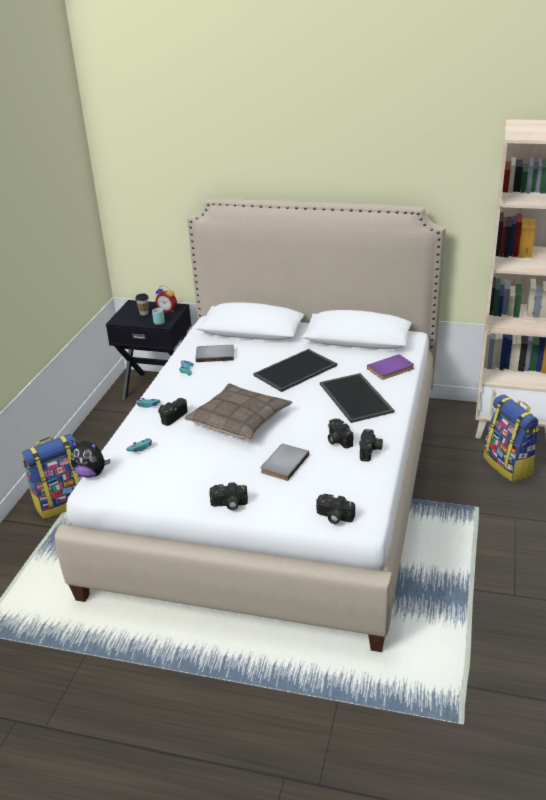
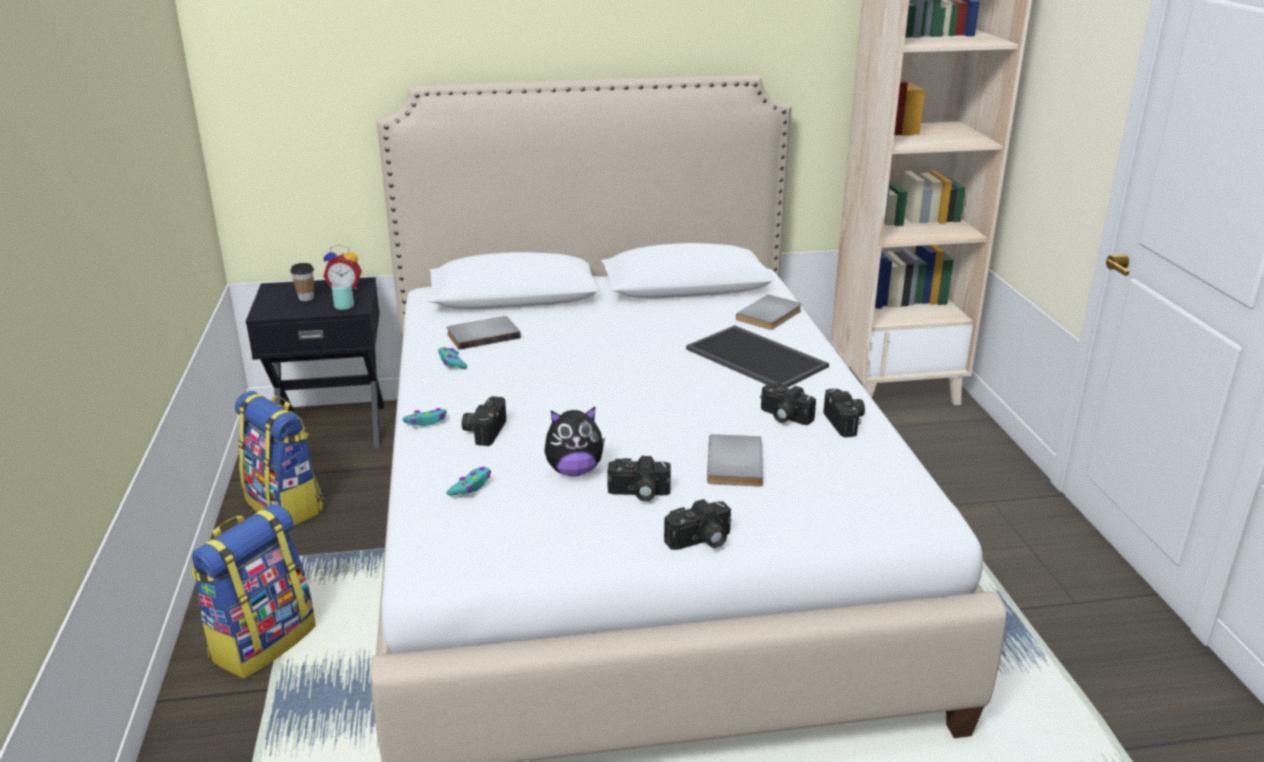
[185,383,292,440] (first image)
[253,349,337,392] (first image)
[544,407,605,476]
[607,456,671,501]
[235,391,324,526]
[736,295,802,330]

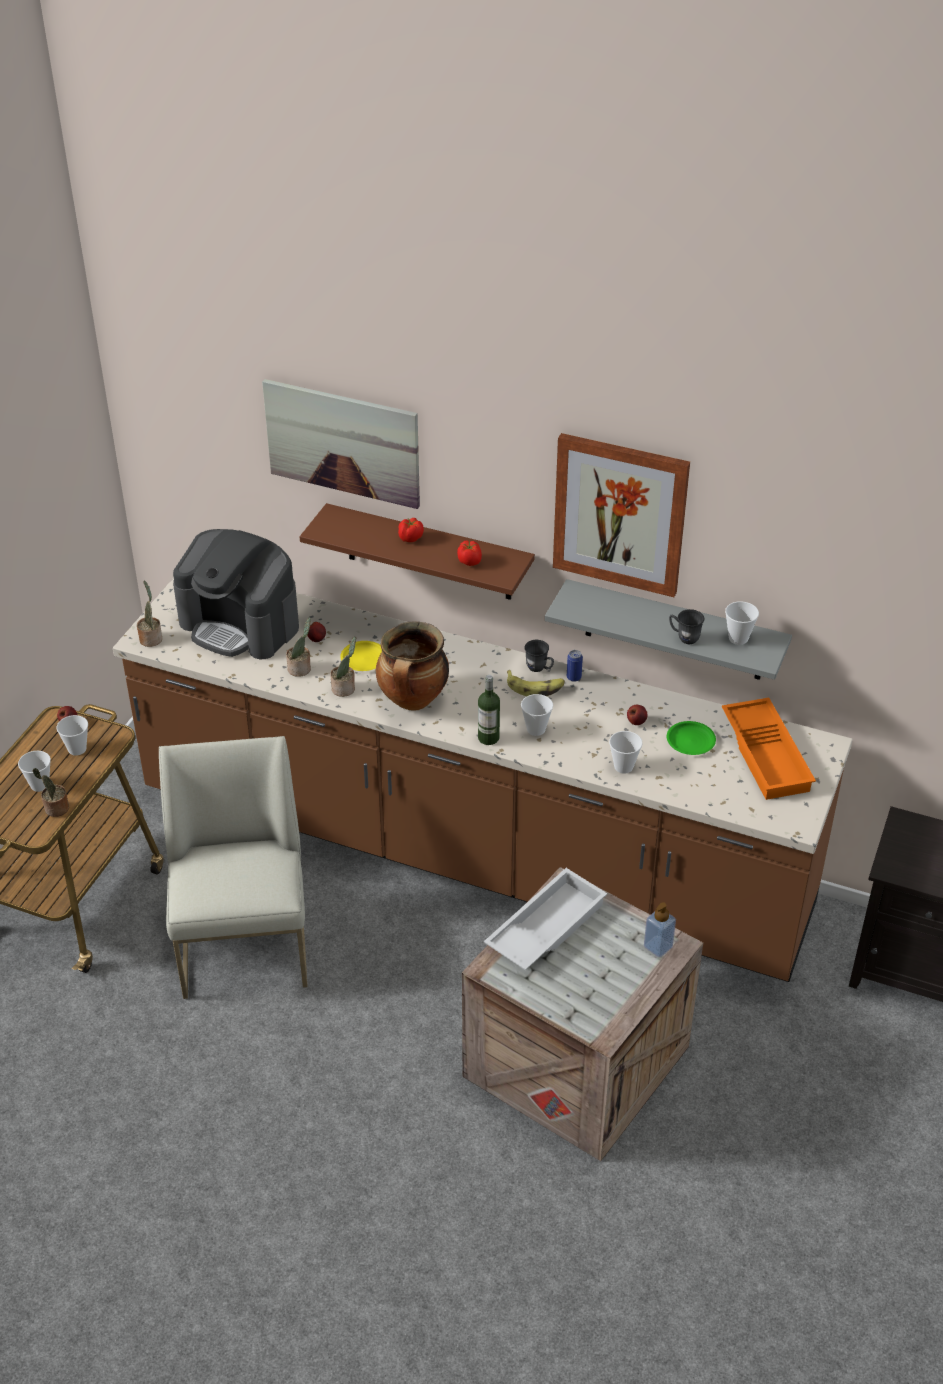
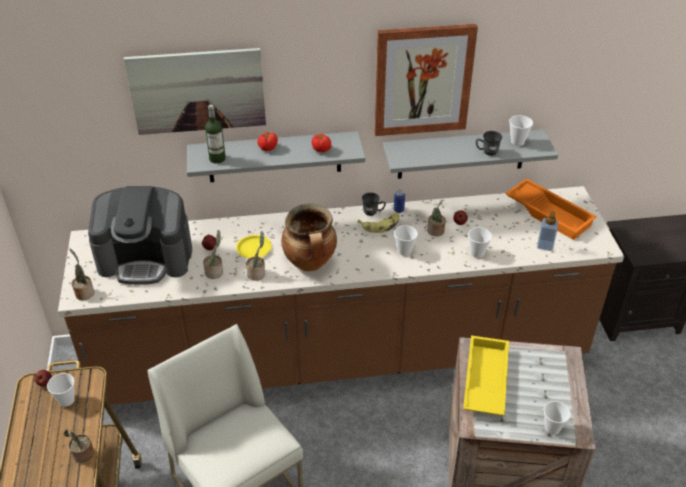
[667,721,716,755] (first image)
[427,200,446,236]
[544,401,571,435]
[205,105,226,164]
[537,211,558,251]
[187,131,366,182]
[463,335,509,416]

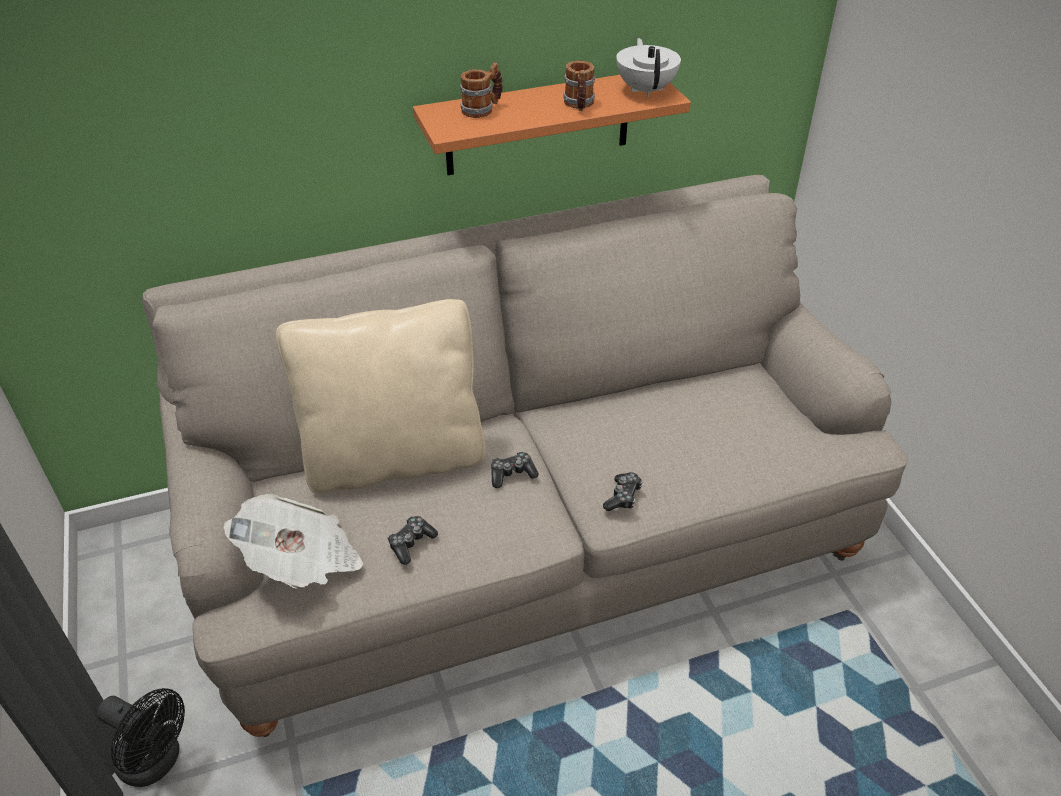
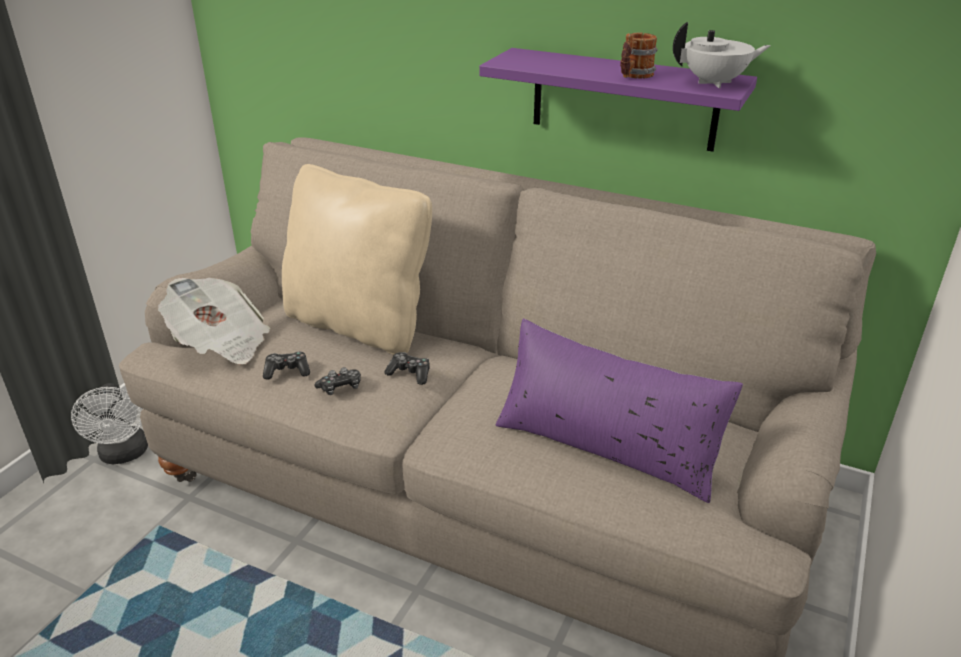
[460,62,503,118] (first image)
[495,319,743,503]
[314,367,361,395]
[71,383,148,464]
[479,48,757,152]
[673,22,771,88]

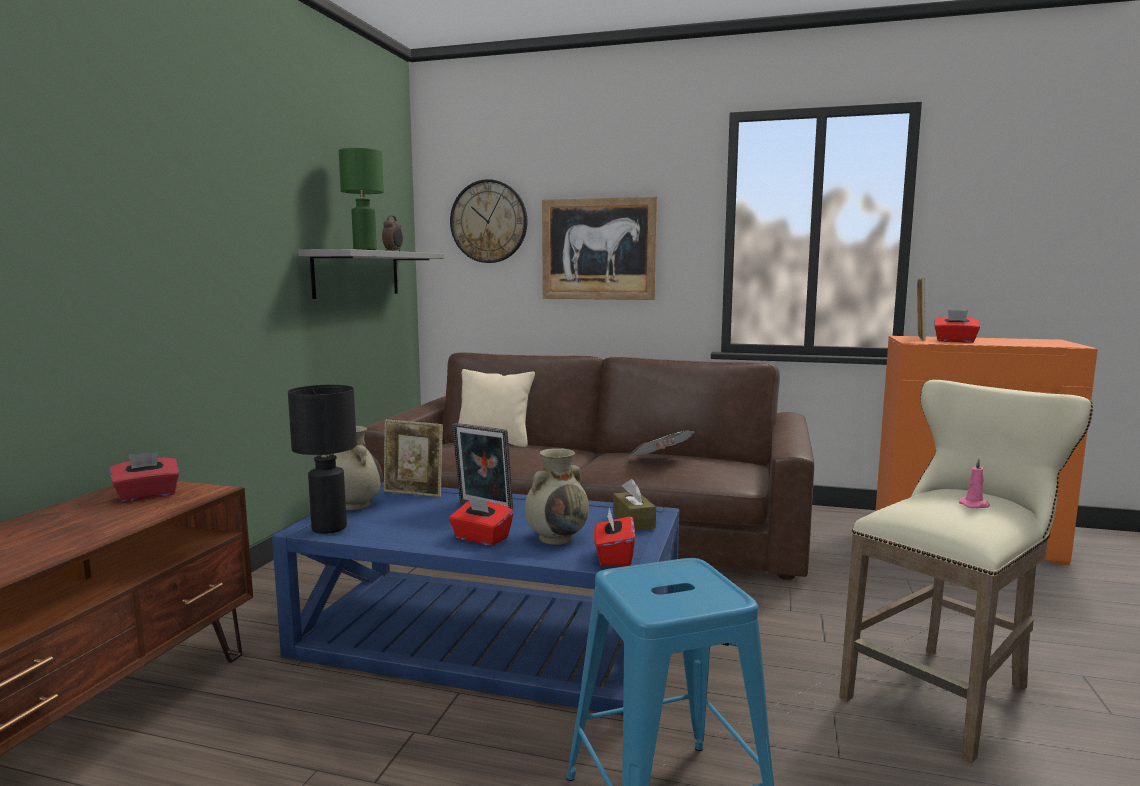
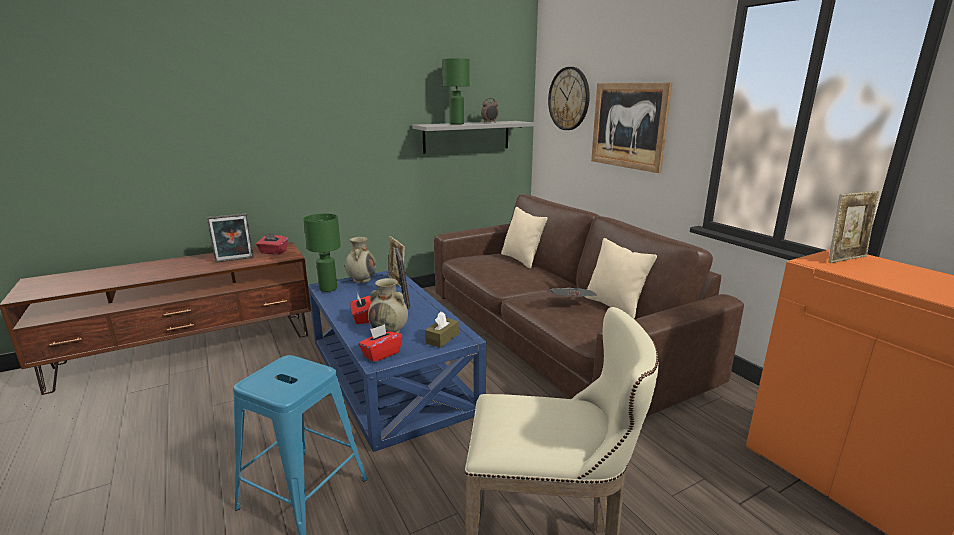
[934,310,980,343] (first image)
[959,458,990,508] (first image)
[207,213,254,263]
[584,238,657,319]
[303,214,341,292]

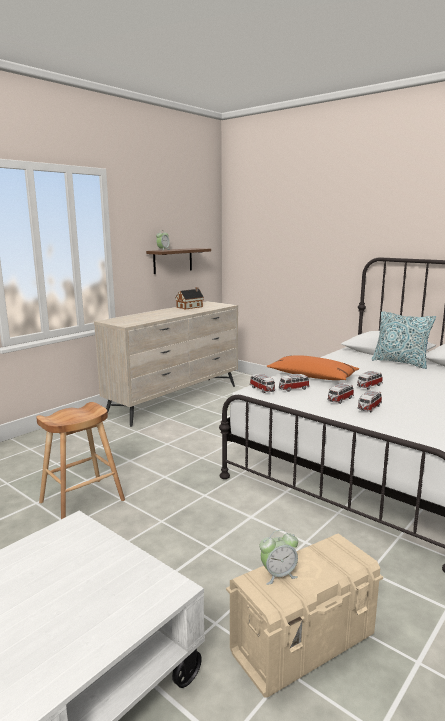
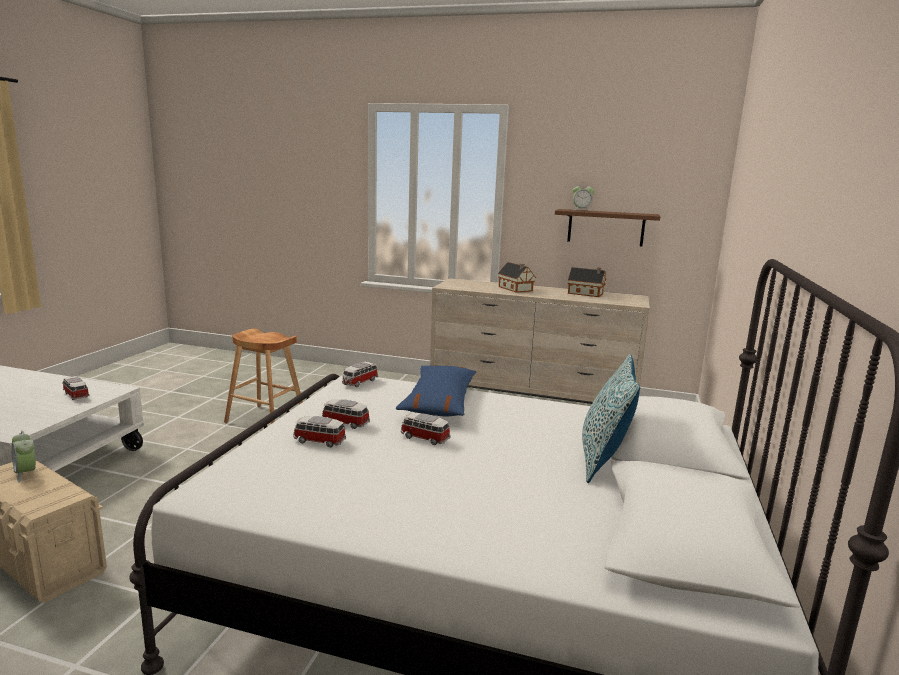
[498,262,536,293]
[62,376,90,400]
[396,365,477,416]

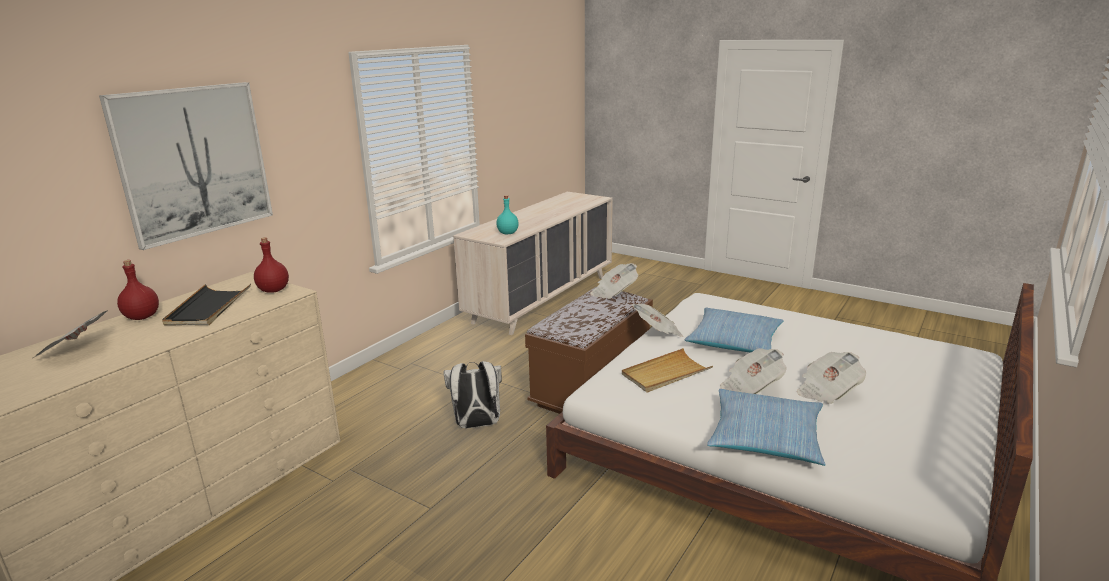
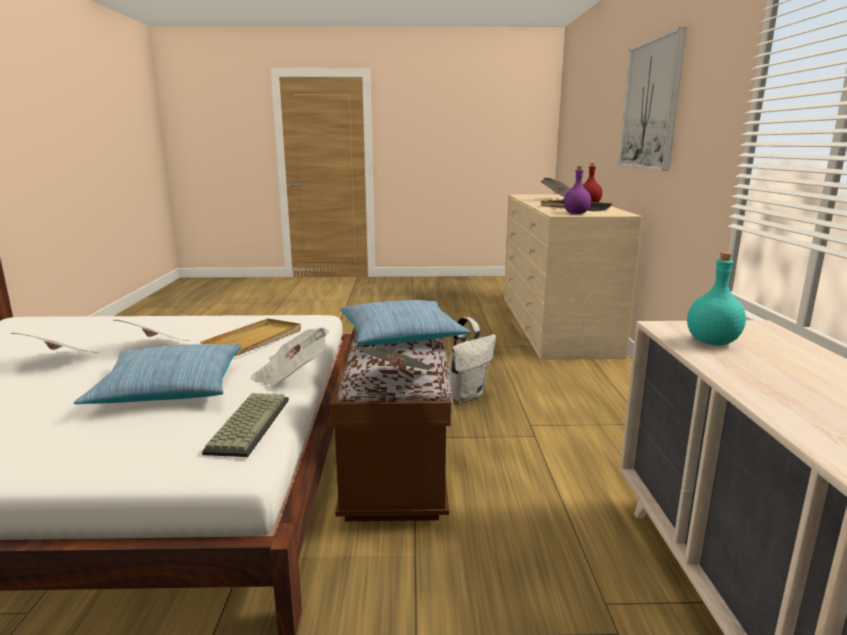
[202,393,289,457]
[340,300,471,345]
[563,166,591,214]

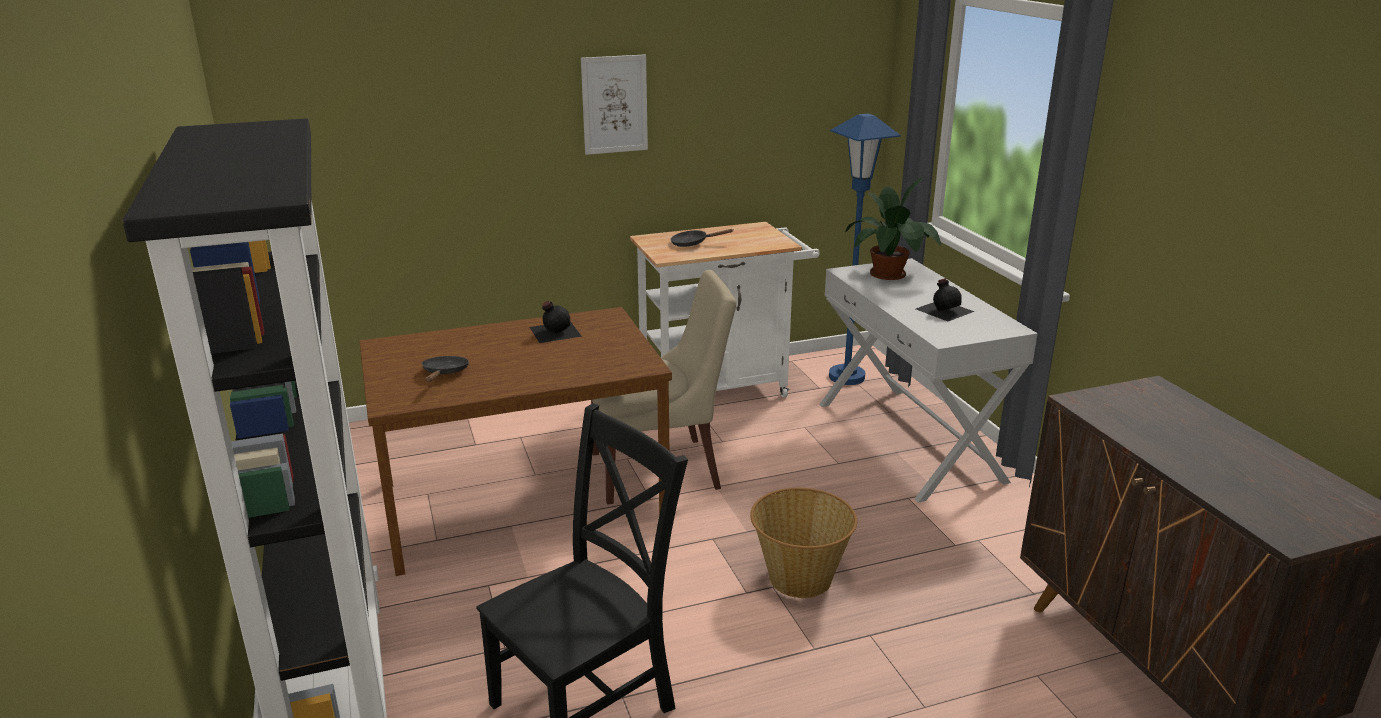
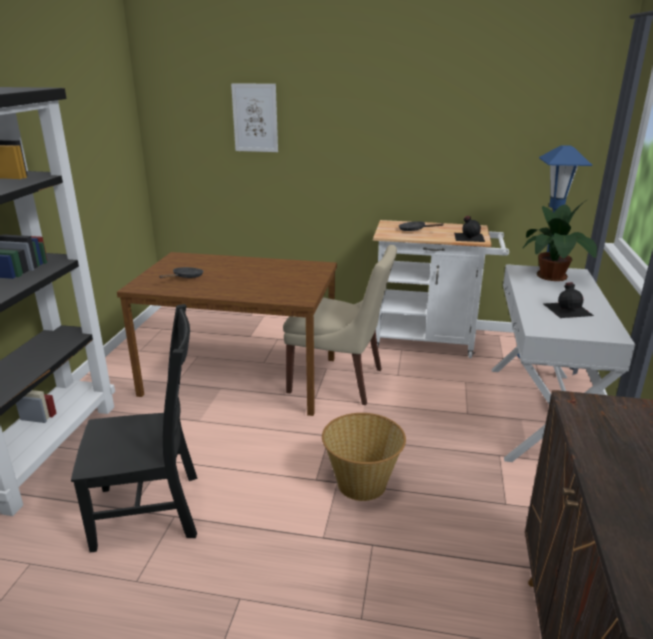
[454,216,485,242]
[231,83,278,152]

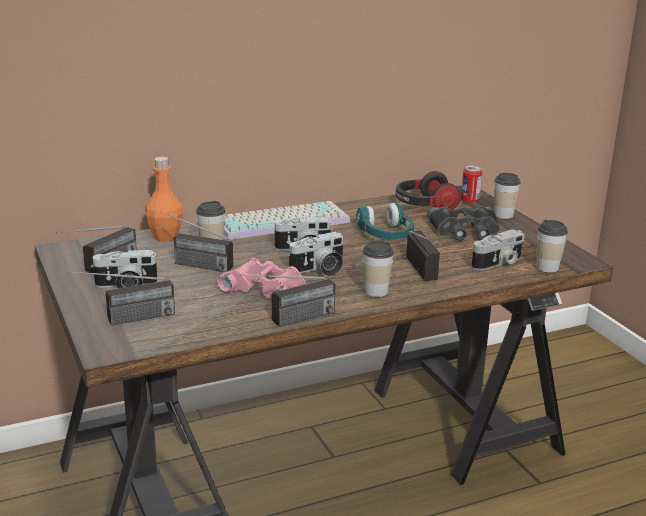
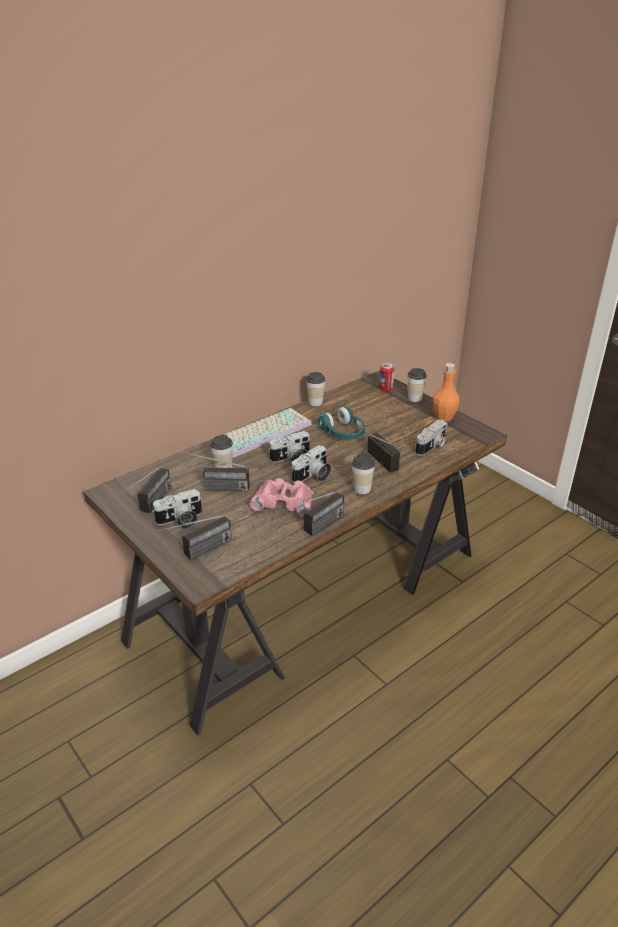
[396,171,460,210] (first image)
[427,206,500,241] (first image)
[433,363,459,422]
[306,372,325,406]

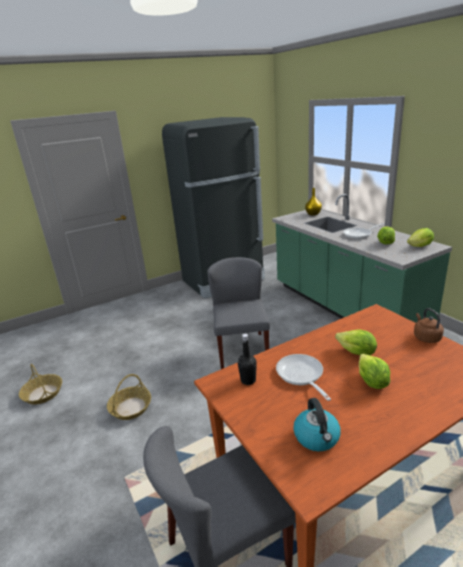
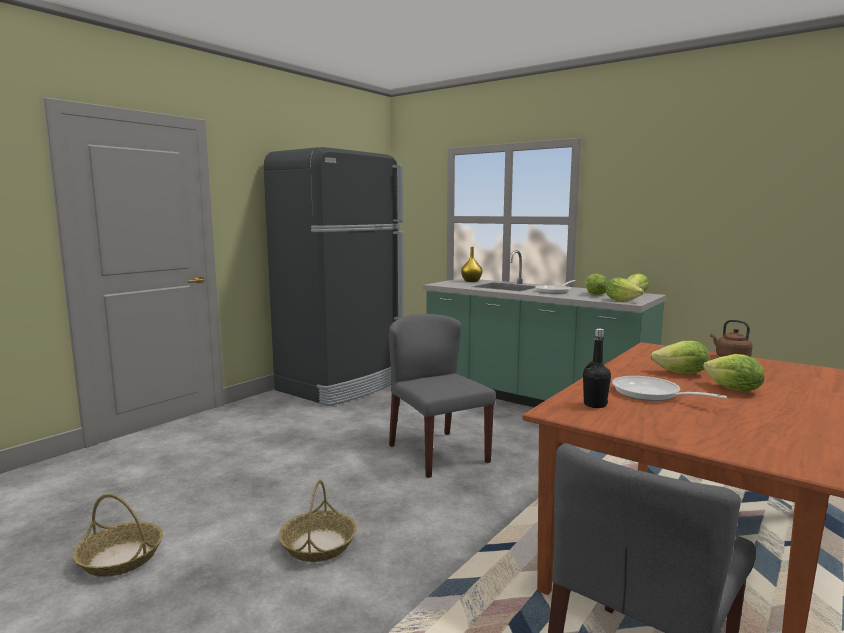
[293,398,341,451] (first image)
[606,277,644,302]

